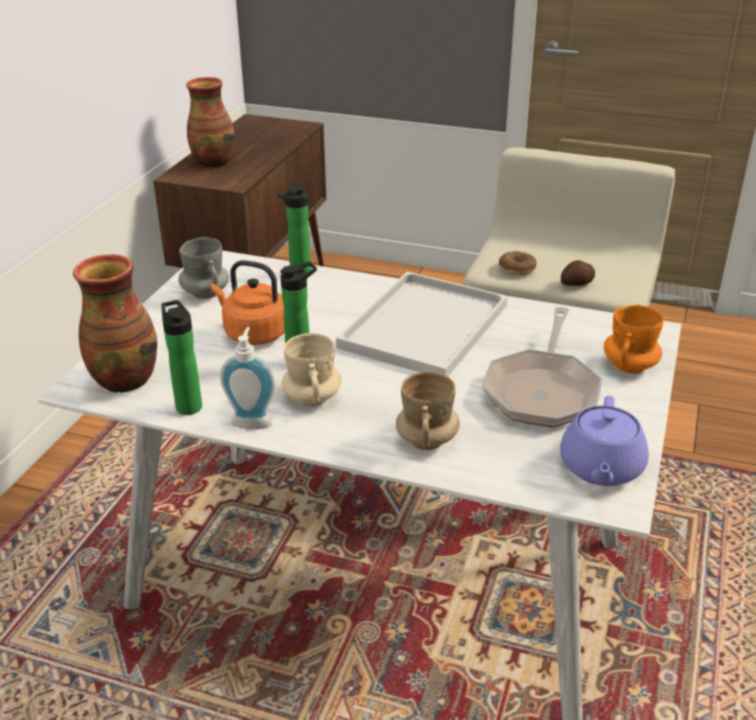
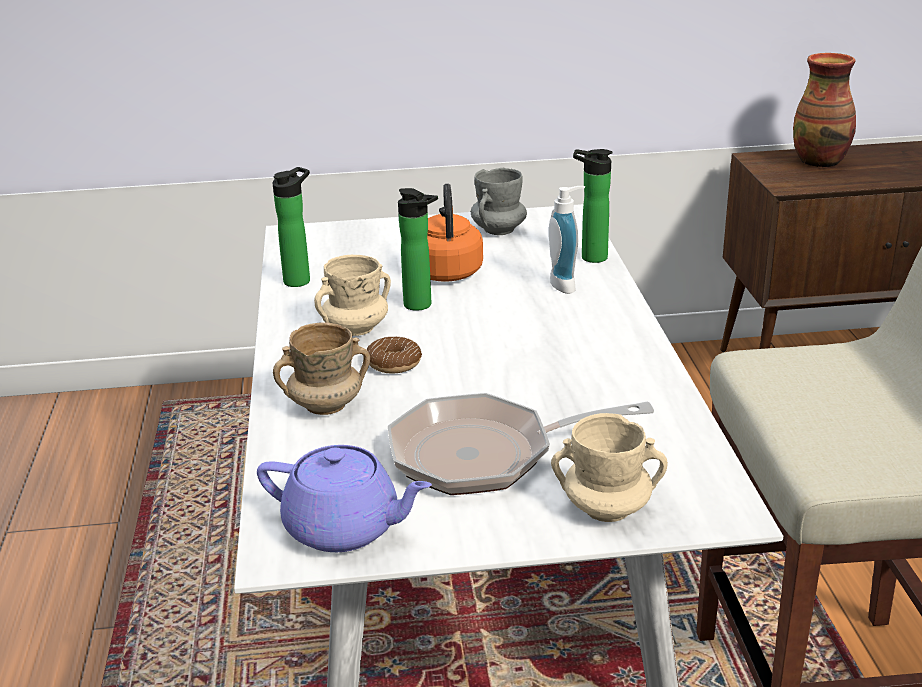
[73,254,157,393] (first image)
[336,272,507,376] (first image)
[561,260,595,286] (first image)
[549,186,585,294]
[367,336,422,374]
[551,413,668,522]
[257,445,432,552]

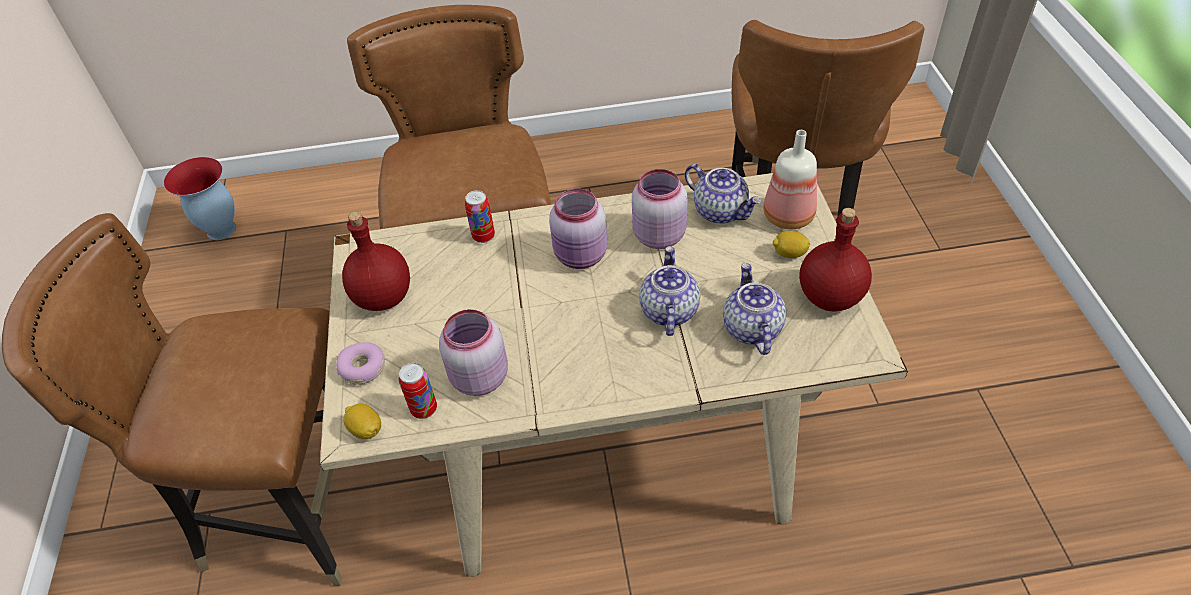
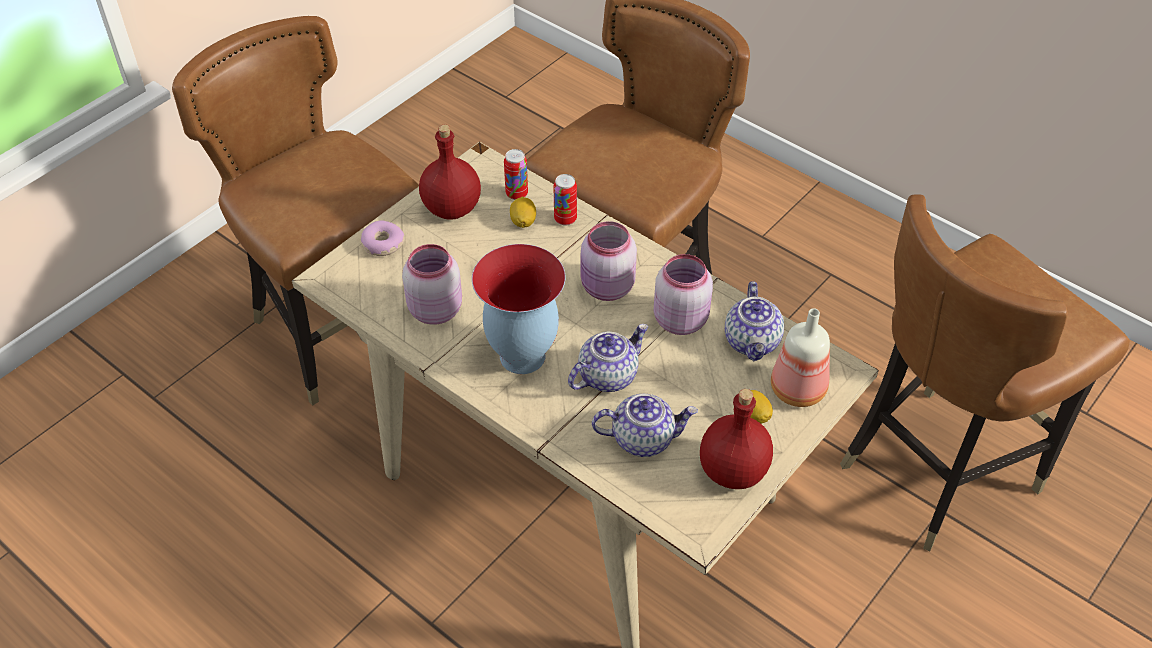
[472,244,566,374]
[510,197,536,228]
[504,149,528,200]
[592,394,698,457]

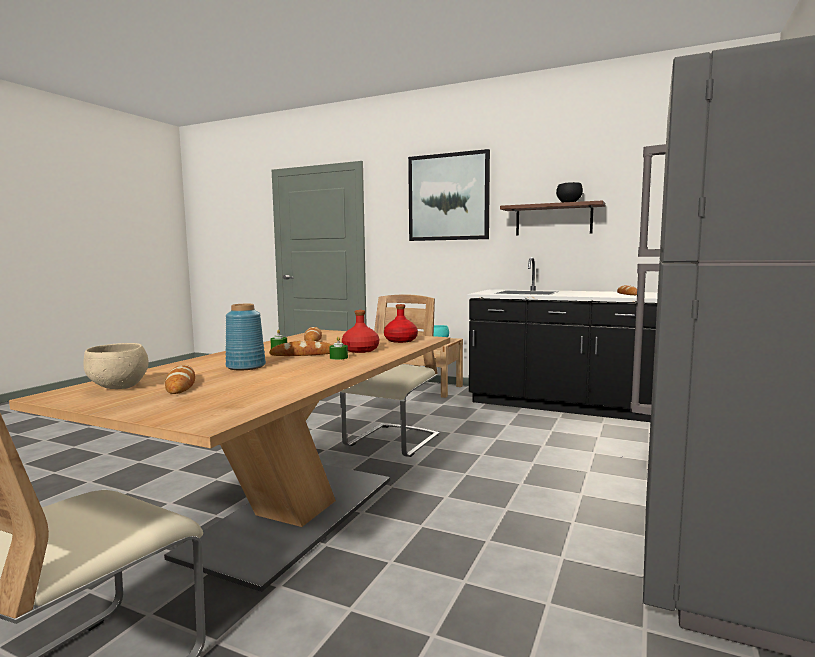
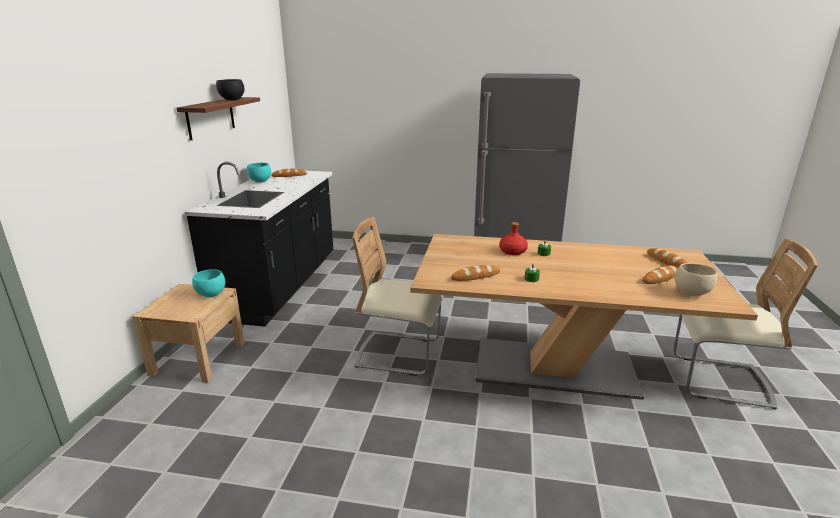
[225,304,266,371] (first image)
[384,304,418,343] (first image)
[408,149,490,241] (first image)
[247,163,271,183]
[647,248,687,267]

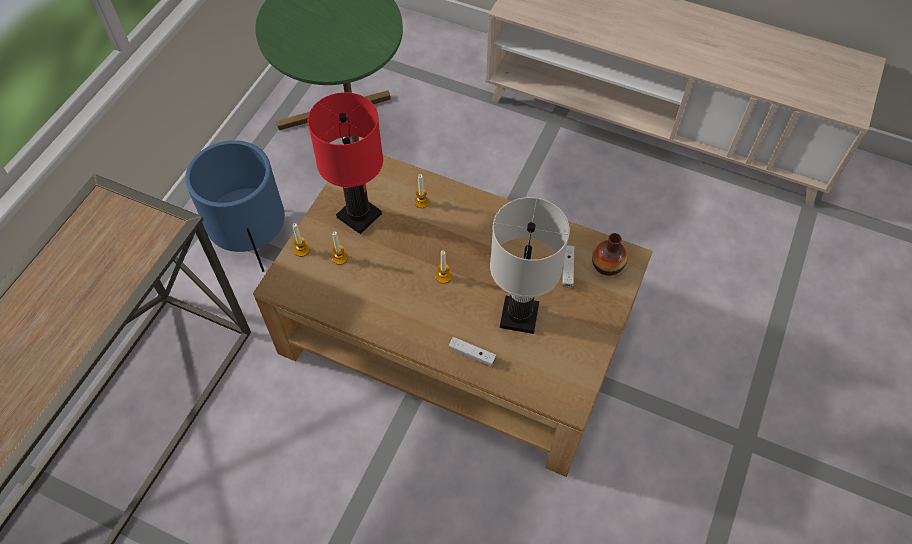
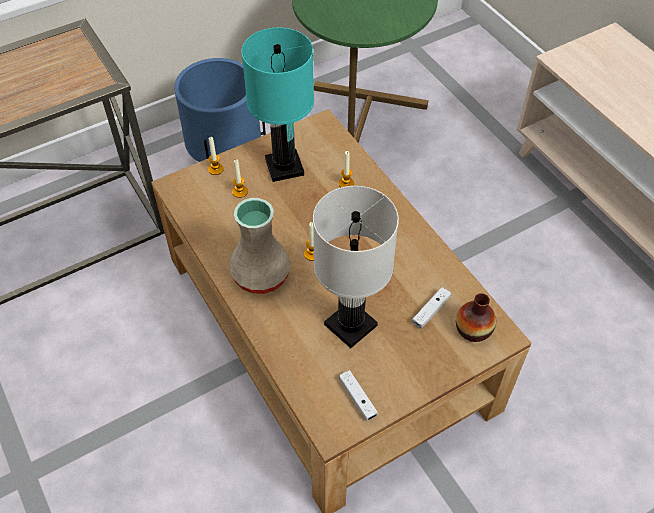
[229,198,290,294]
[339,370,378,421]
[241,28,314,182]

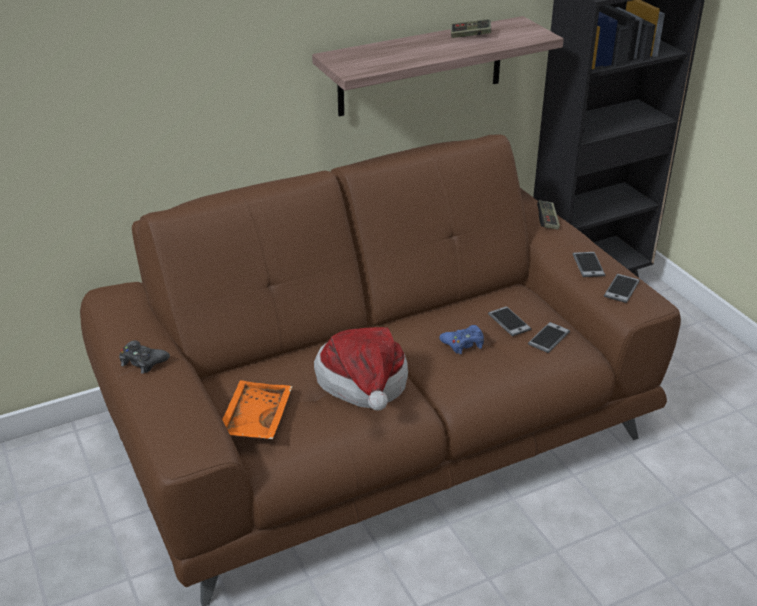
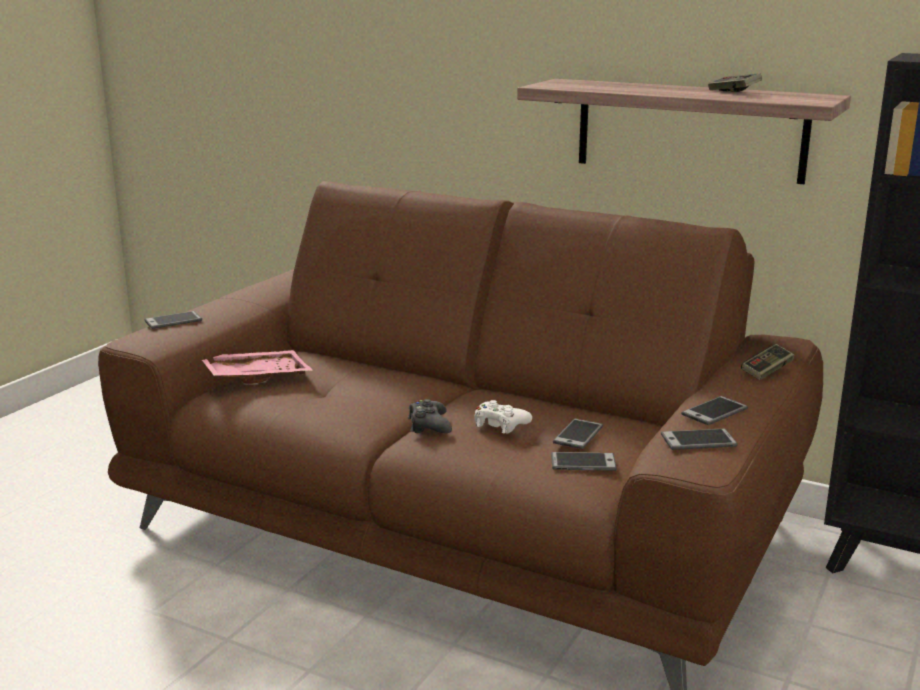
[314,327,408,411] (first image)
[145,311,202,329]
[408,399,452,433]
[202,350,313,384]
[475,400,532,434]

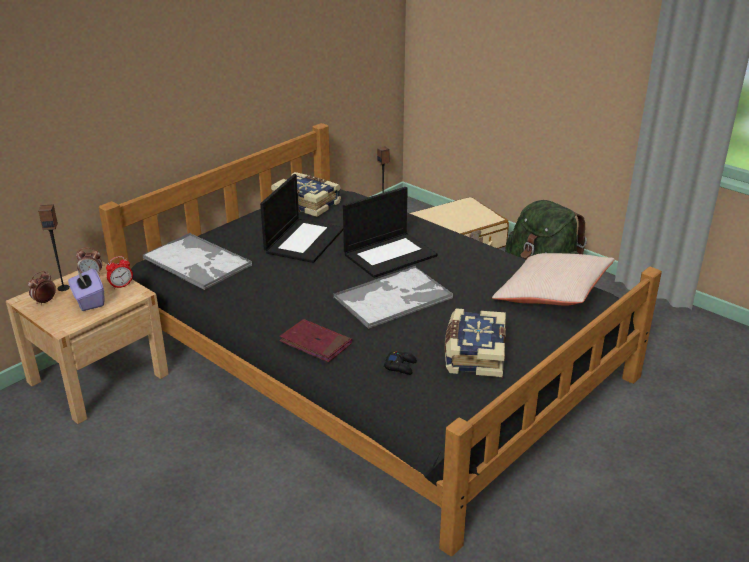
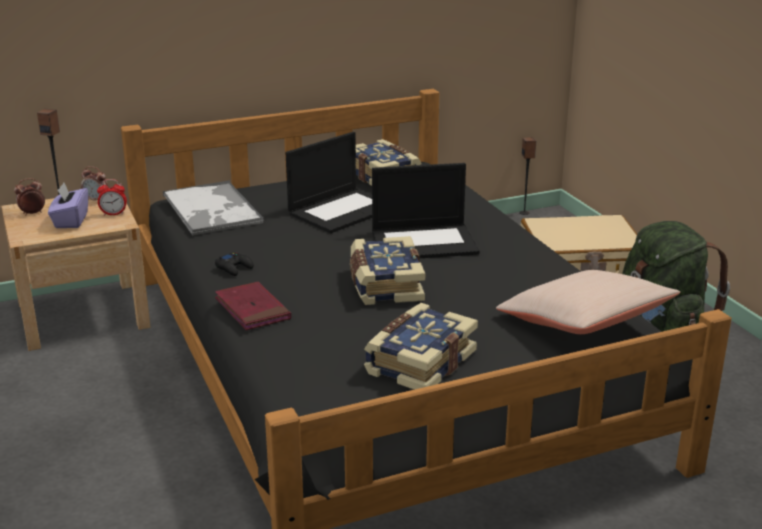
[215,253,254,276]
[350,236,425,305]

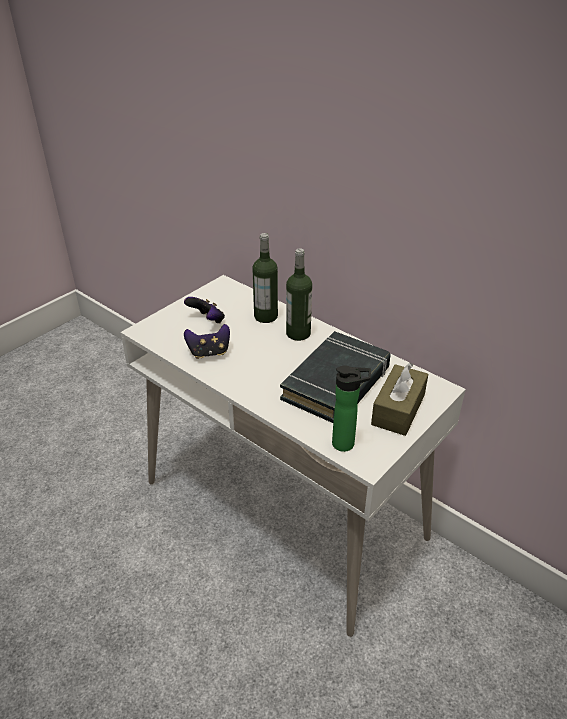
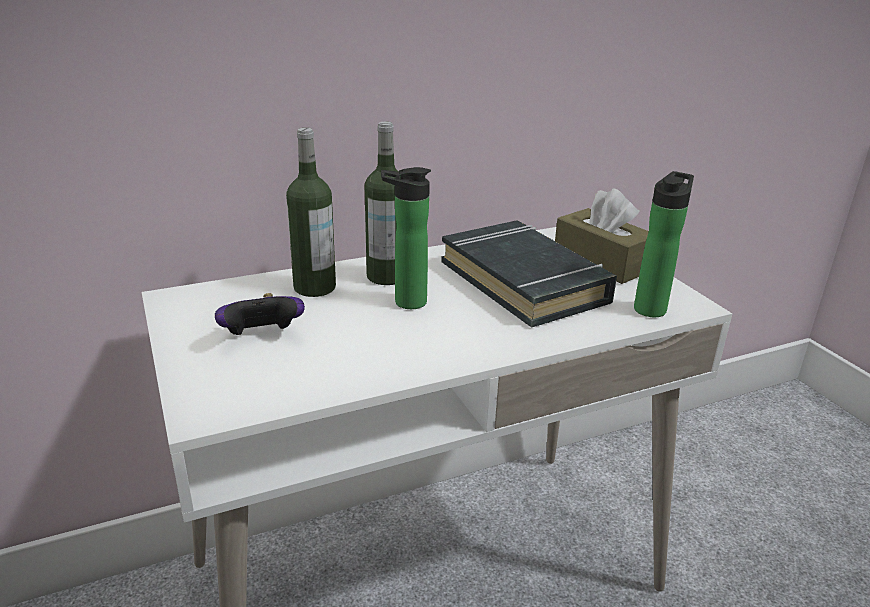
[184,324,230,359] (first image)
[381,167,431,309]

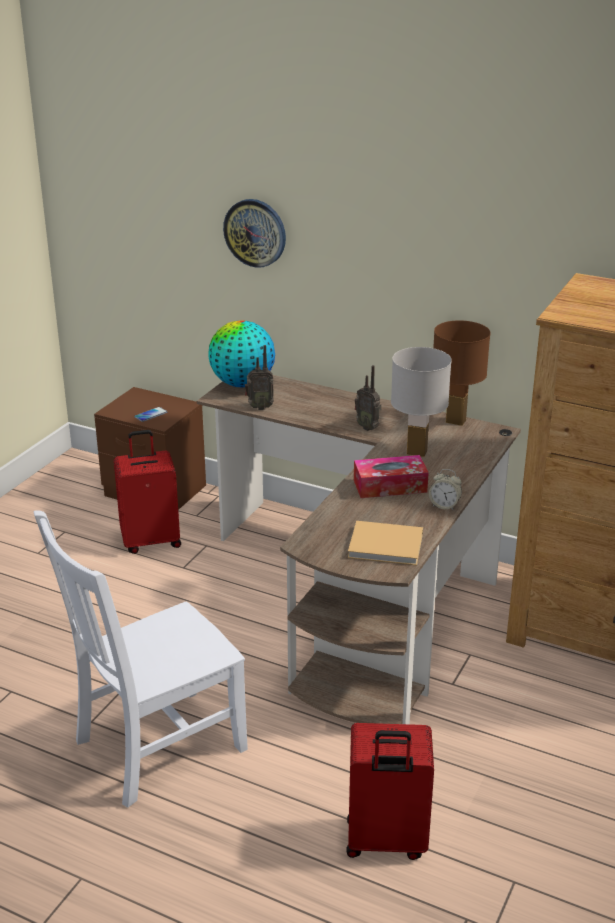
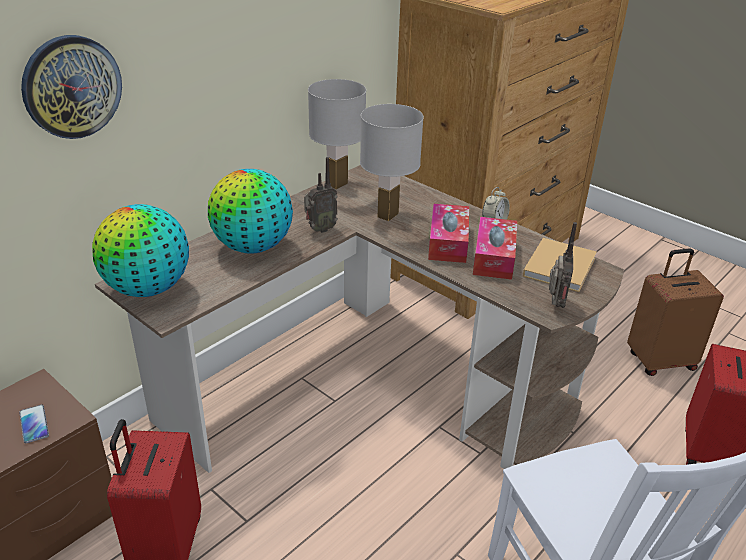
[208,169,293,254]
[473,217,517,280]
[627,248,724,376]
[549,222,577,308]
[308,79,366,189]

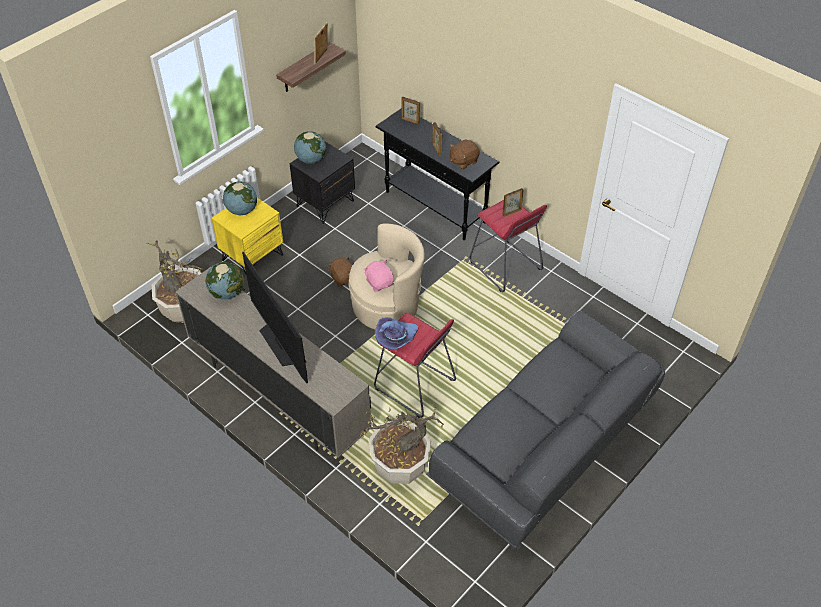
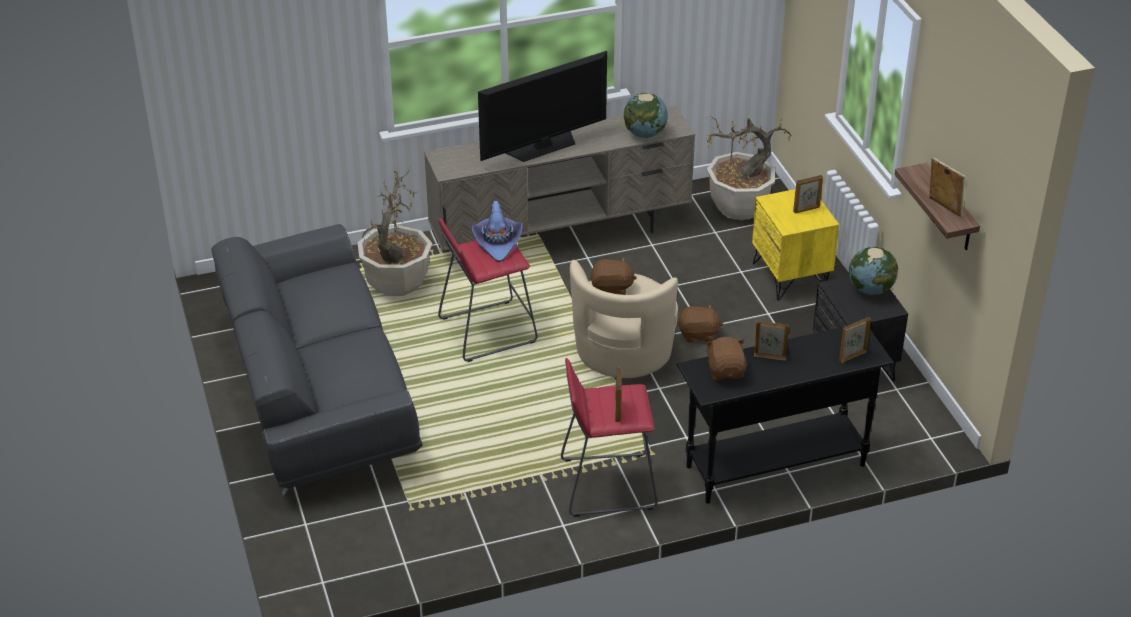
[793,175,823,213]
[590,258,637,295]
[478,51,607,162]

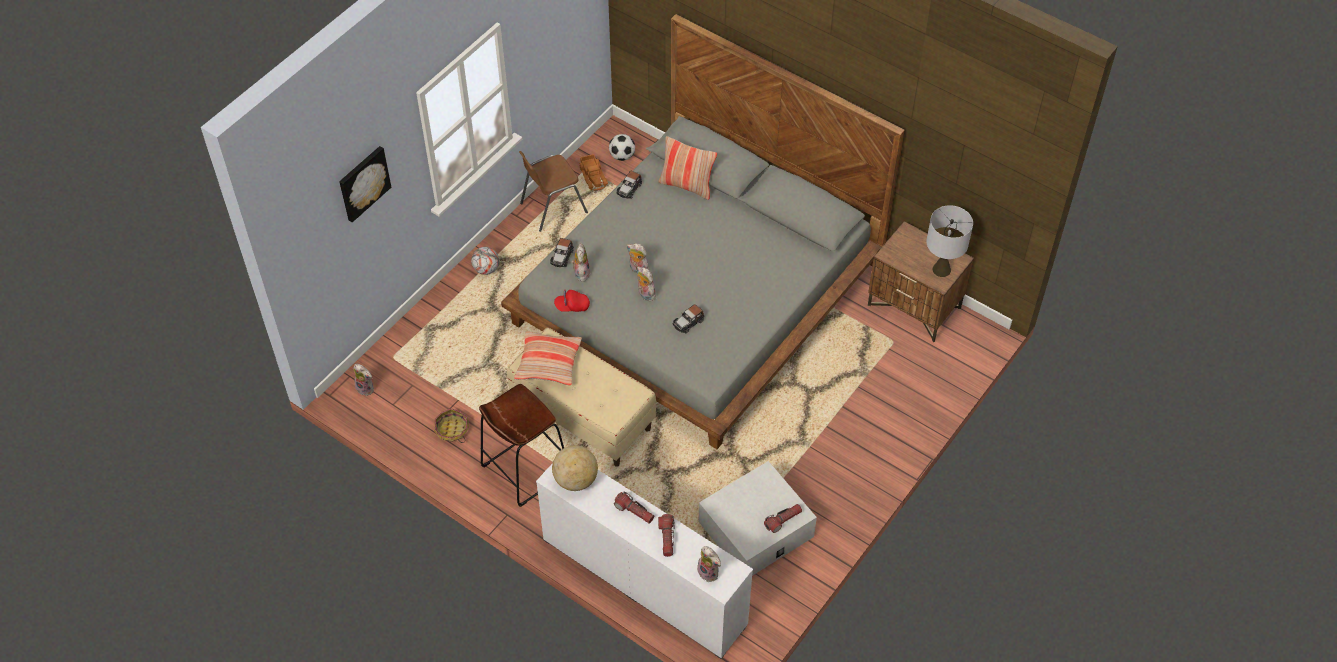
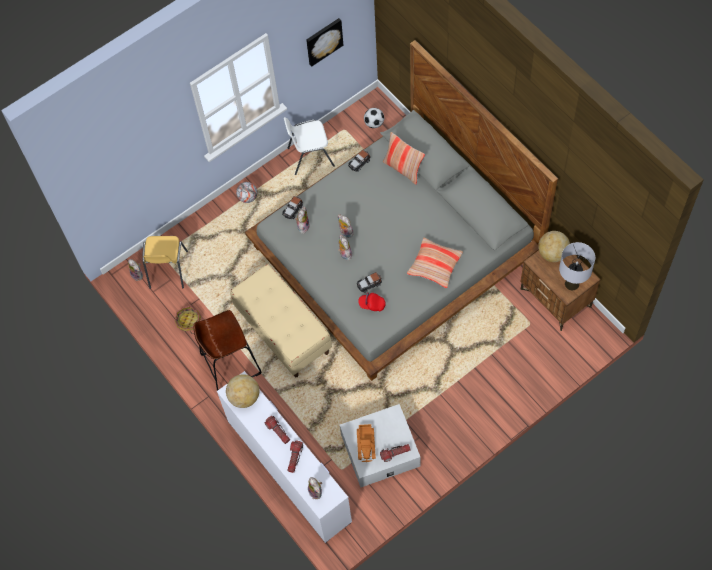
[142,236,188,289]
[538,231,570,262]
[306,18,343,67]
[407,238,463,288]
[358,293,386,311]
[357,424,376,462]
[284,117,335,175]

